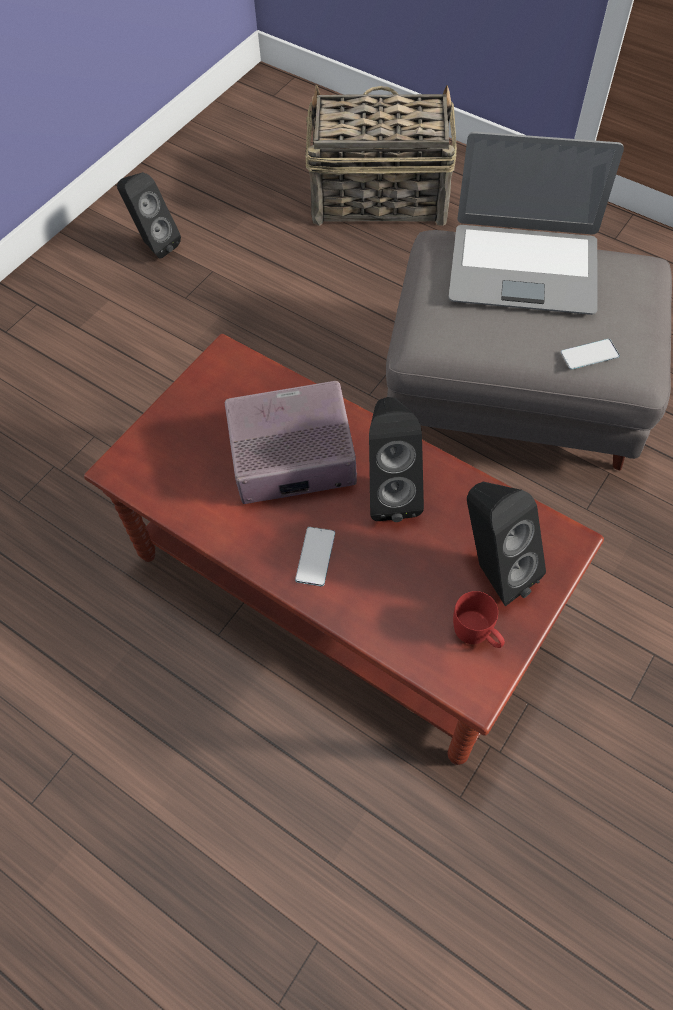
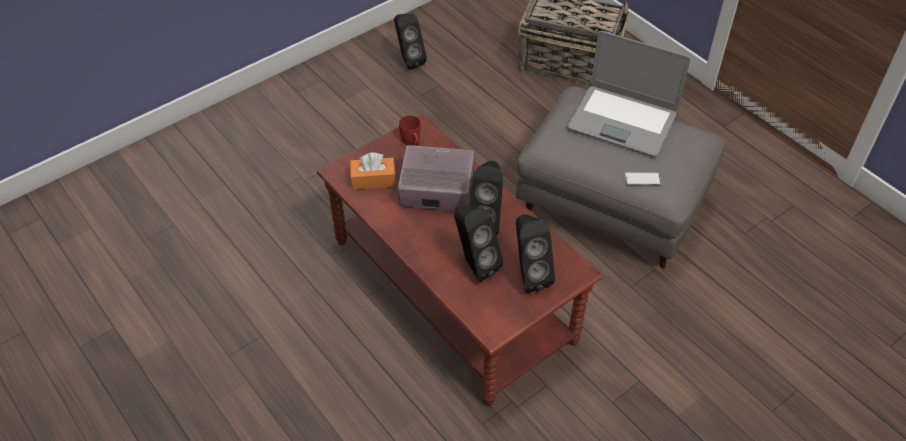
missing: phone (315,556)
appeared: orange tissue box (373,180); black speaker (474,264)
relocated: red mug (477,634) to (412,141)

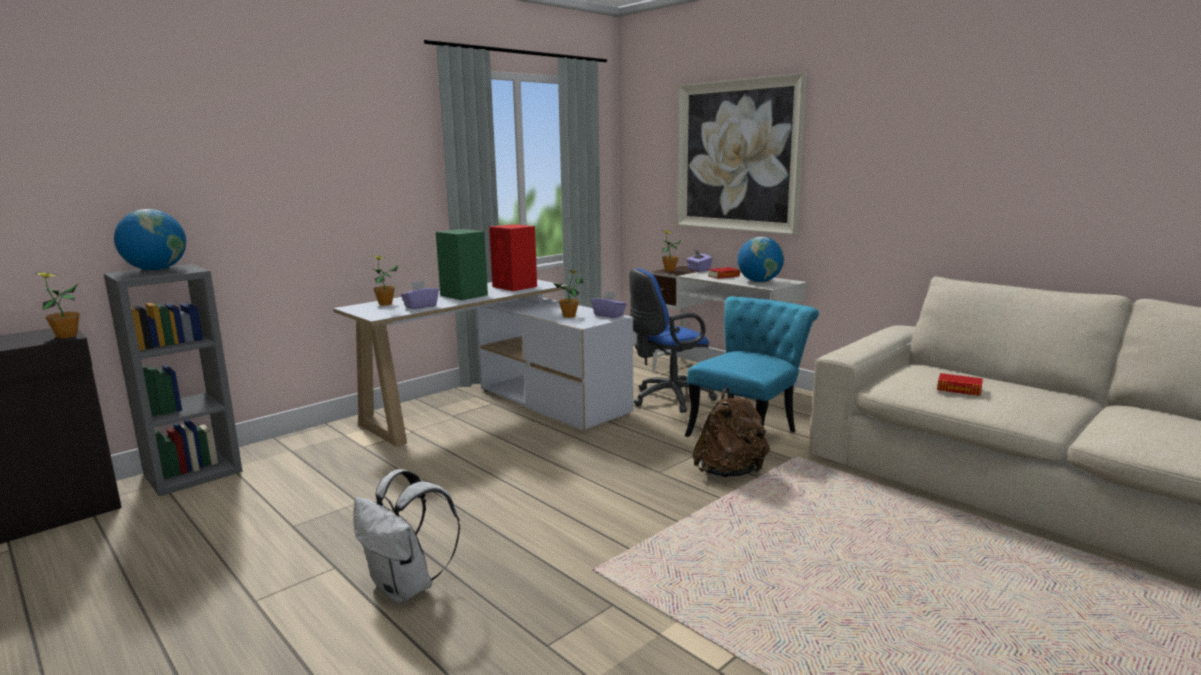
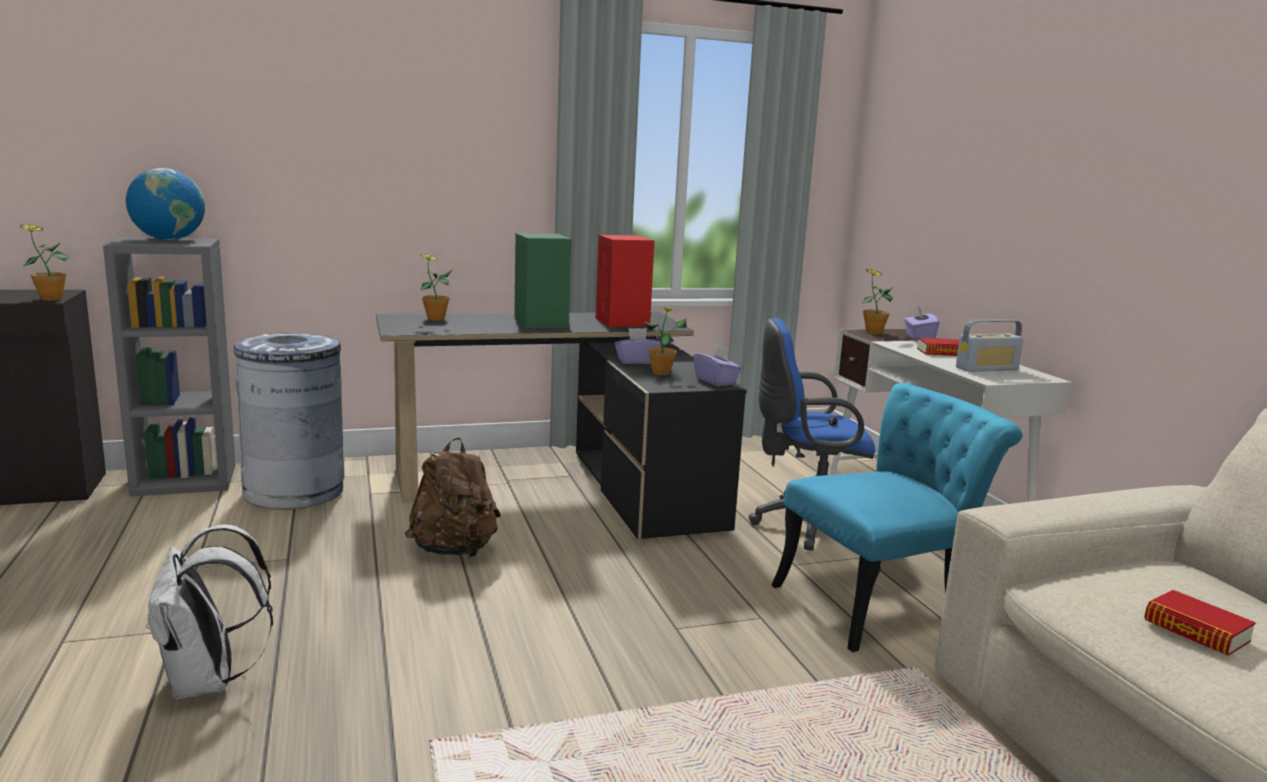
missing: picture (737,156)
appeared: grey trash can (294,491)
relocated: purple tissue box (420,306) to (636,361); brown backpack (730,473) to (455,551)
exchanged: globe (759,281) to radio (986,369)
colour: white desk (498,409) to black desk (567,484)

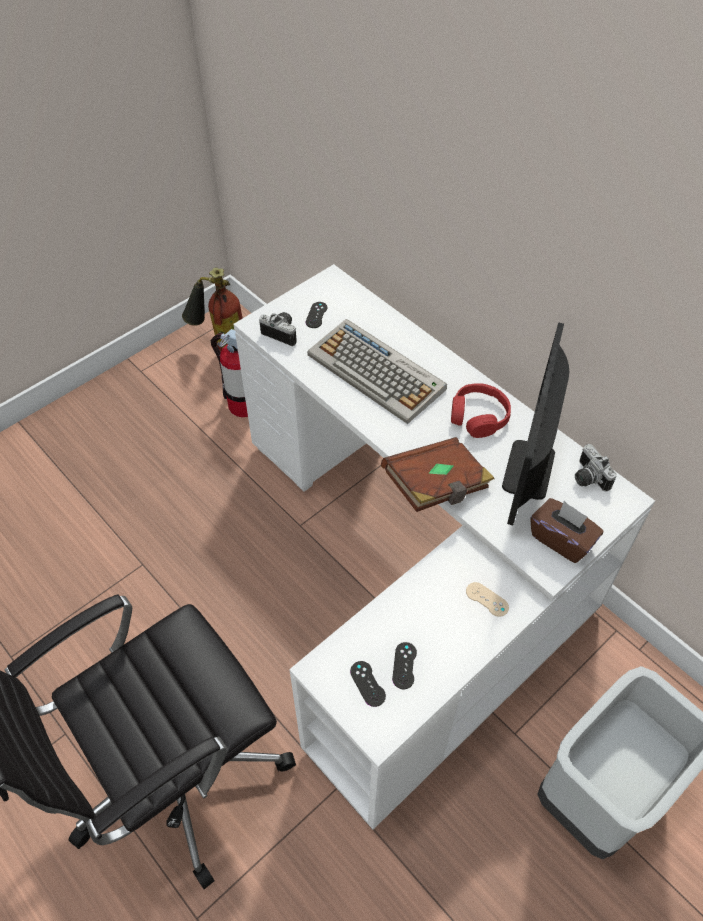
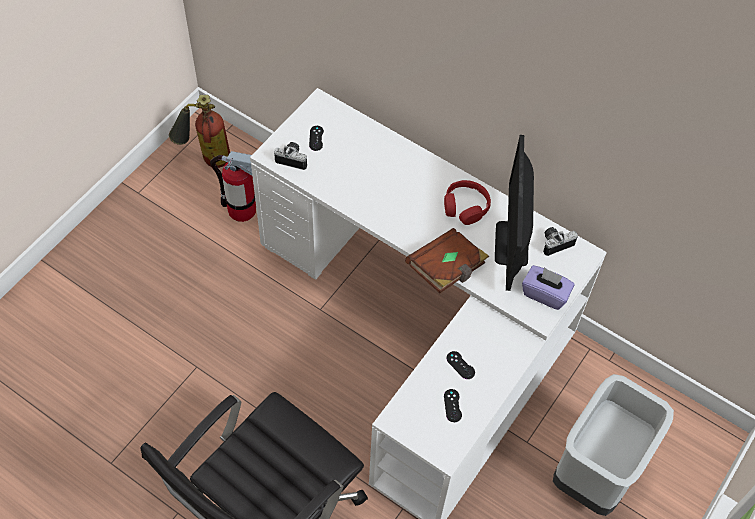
missing: keyboard (377,372); beige game controller (487,599)
relocated: black game controller (367,683) to (460,365)
colour: brown tissue box (561,539) to purple tissue box (545,294)
spun: photo camera (587,477) = (555,242) 105 degrees clockwise

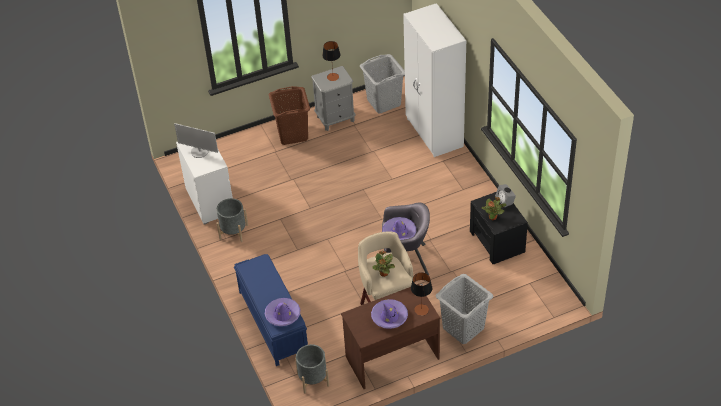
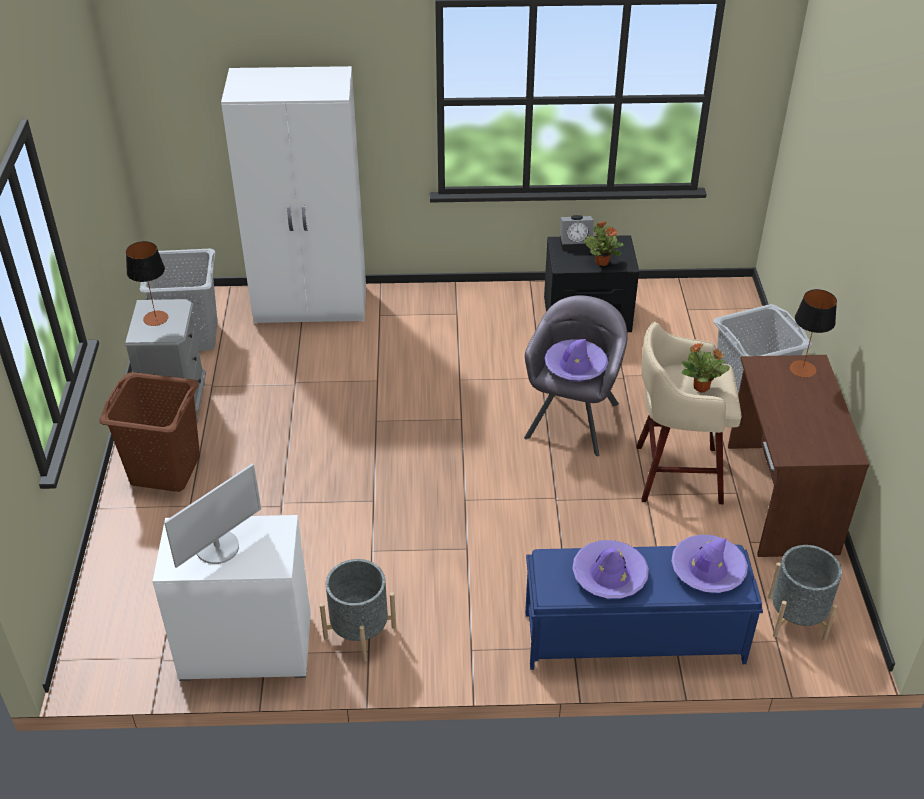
relocated: purple hat (389,317) to (609,575)

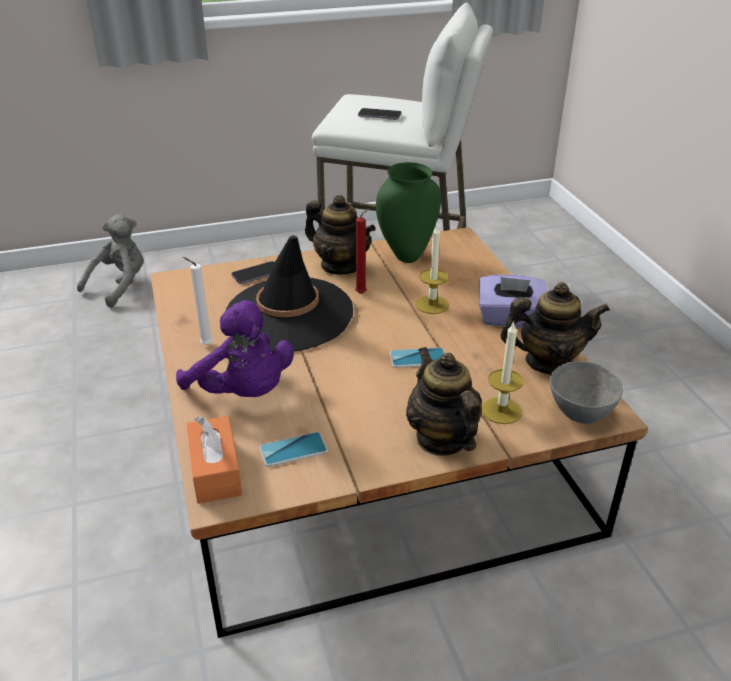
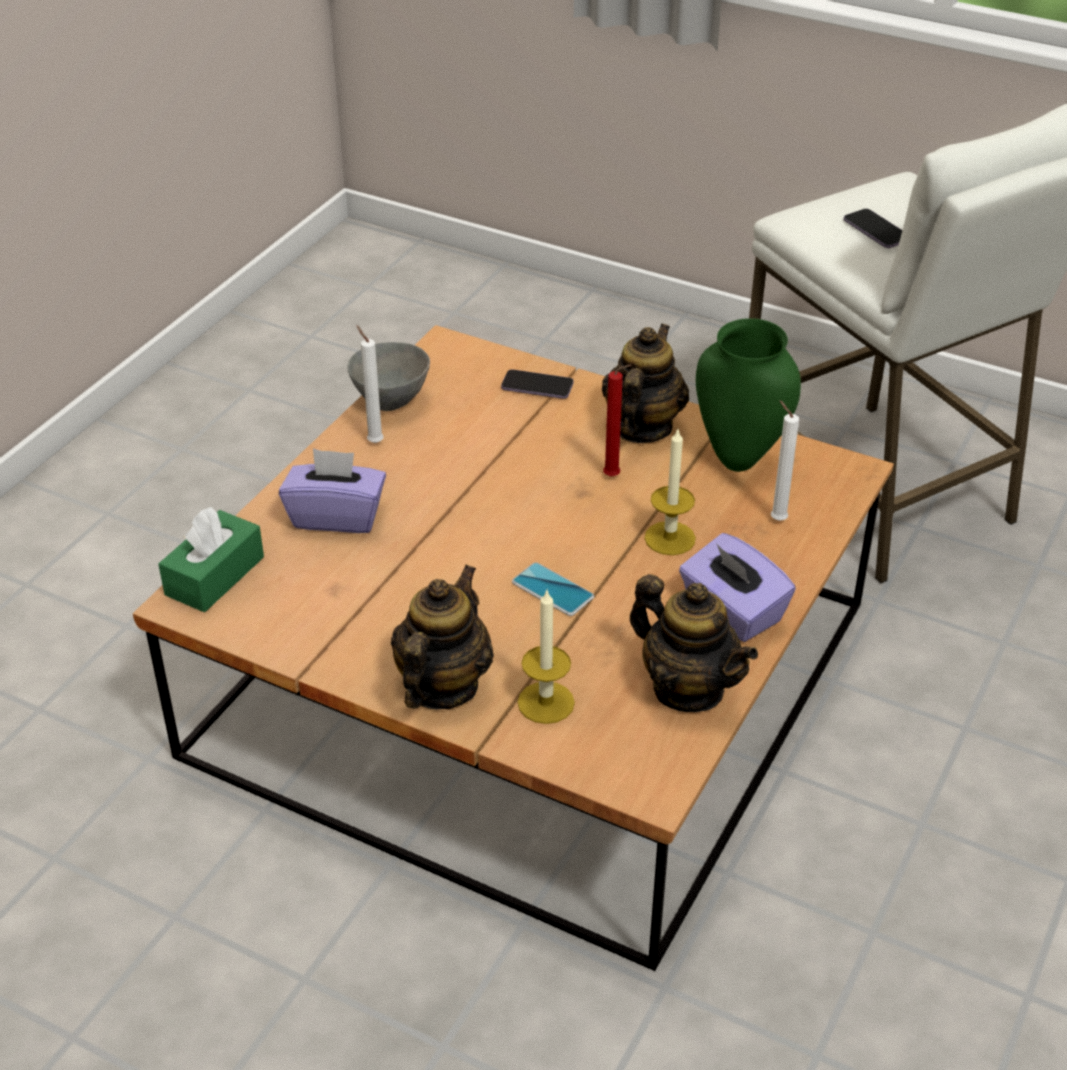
missing: grey plush toy (120,286); black hat (288,314); phone (293,450)
appeared: white candle (776,519)
relocated: grey bowl (579,414) to (391,401)
exchanged: purple plush toy (243,393) to purple tissue box (337,516)
colour: orange tissue box (215,471) to green tissue box (215,576)
spun: teapot (340,266) = (642,428) 150 degrees counterclockwise

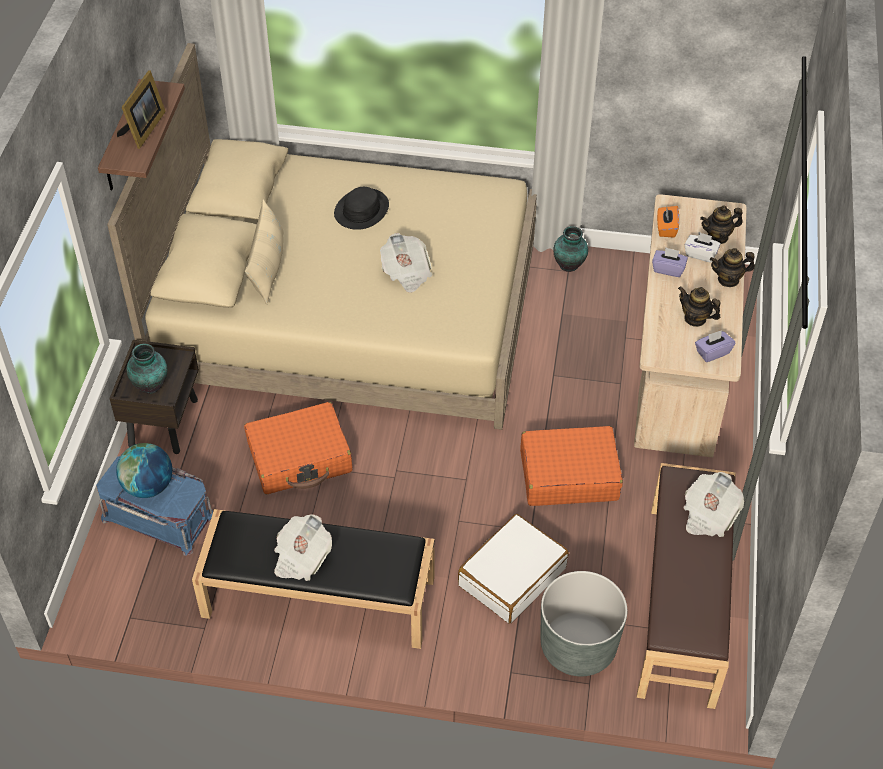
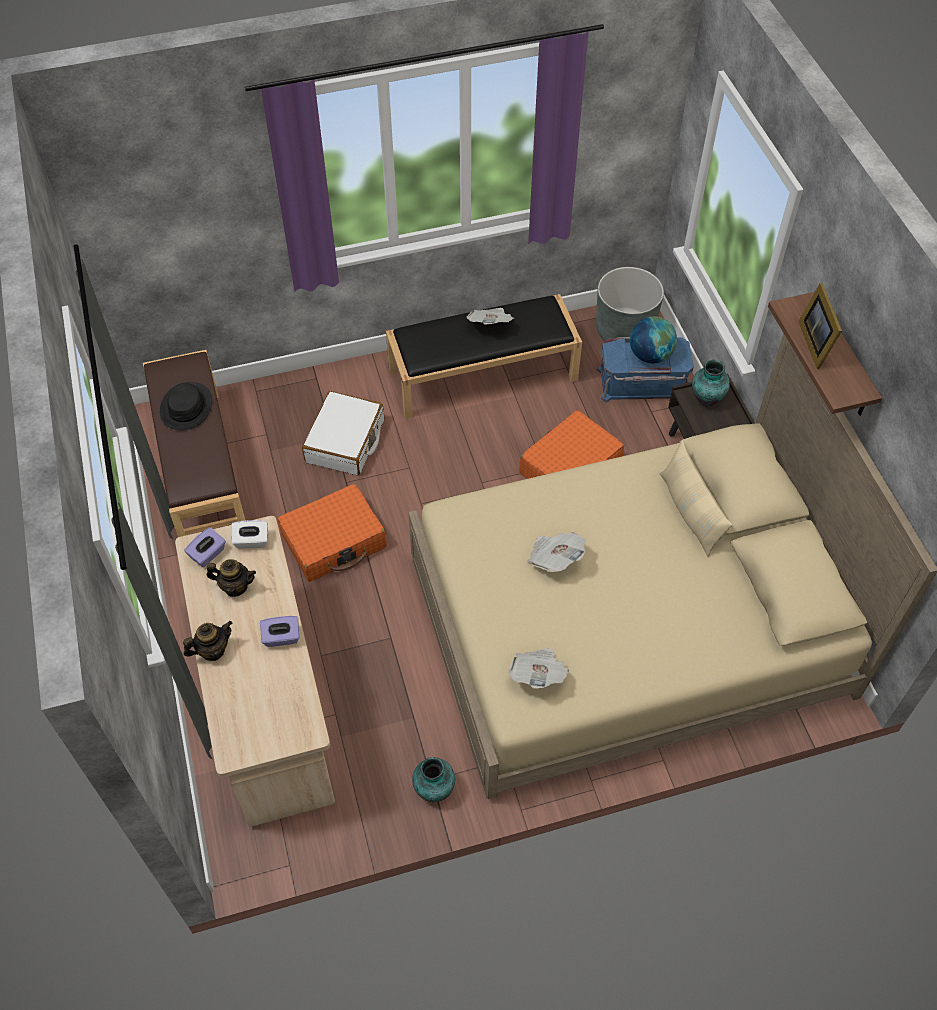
missing: orange tissue box (666,228); teapot (718,237)
relocated: black hat (361,210) to (186,407); grey planter (578,646) to (624,331); newspaper (708,515) to (538,674); white tissue box (700,254) to (251,541)

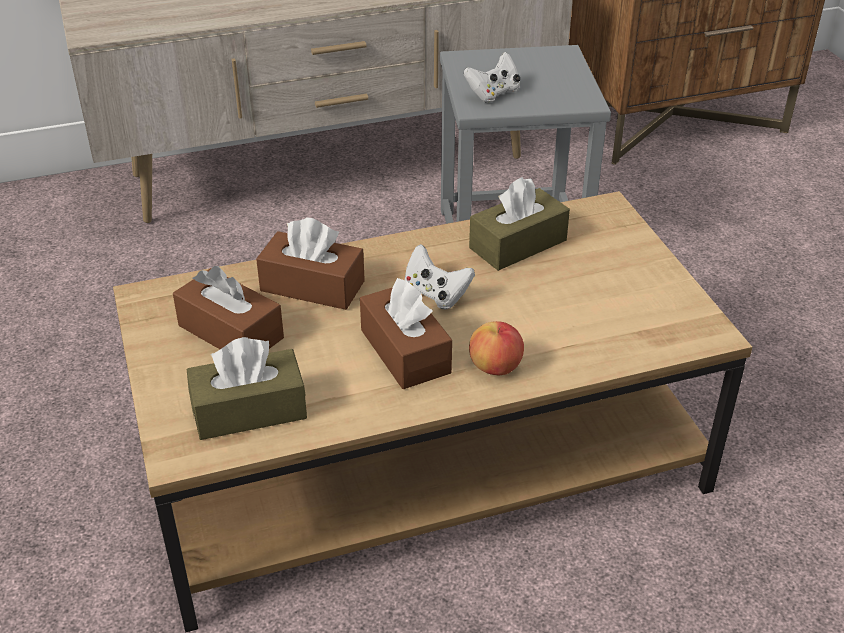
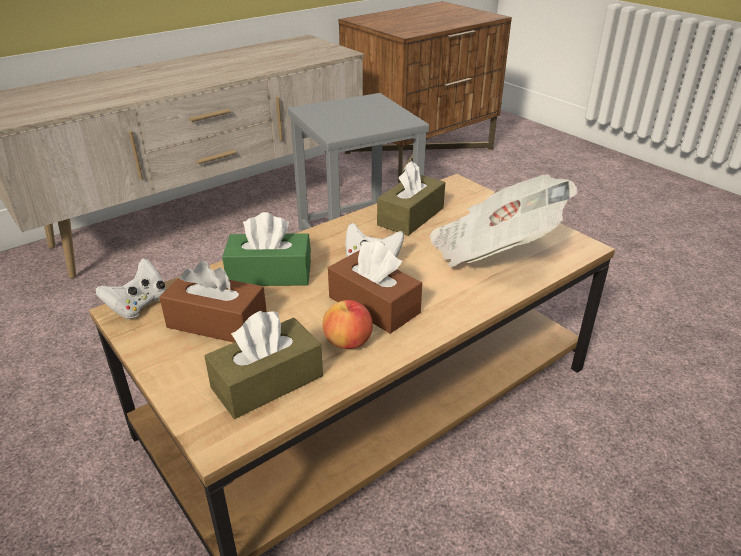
appeared: newspaper (493,250)
relocated: white game controller (493,93) to (138,305); apple (495,367) to (348,342)
colour: brown tissue box (312,286) to green tissue box (270,274)

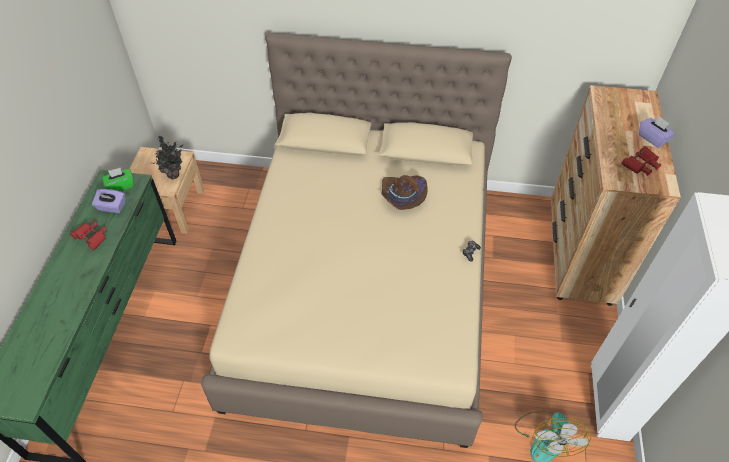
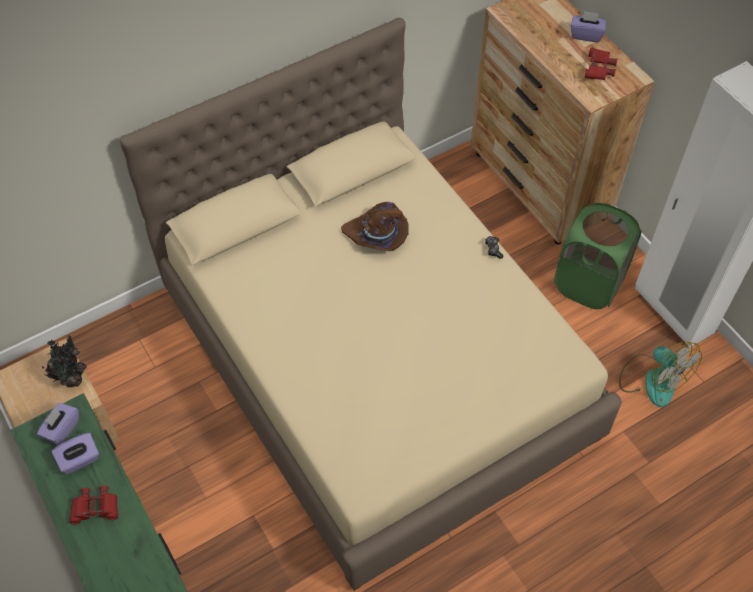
appeared: green laundry basket (588,283)
colour: green tissue box (121,186) to purple tissue box (61,429)

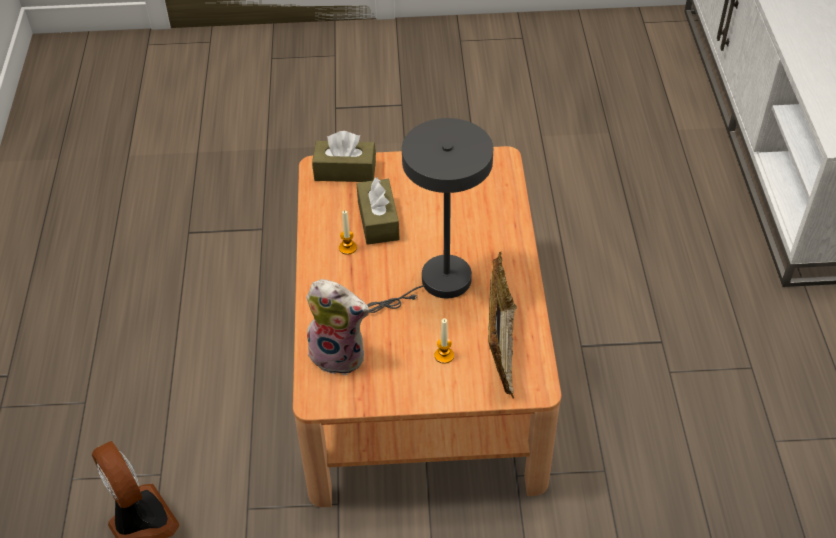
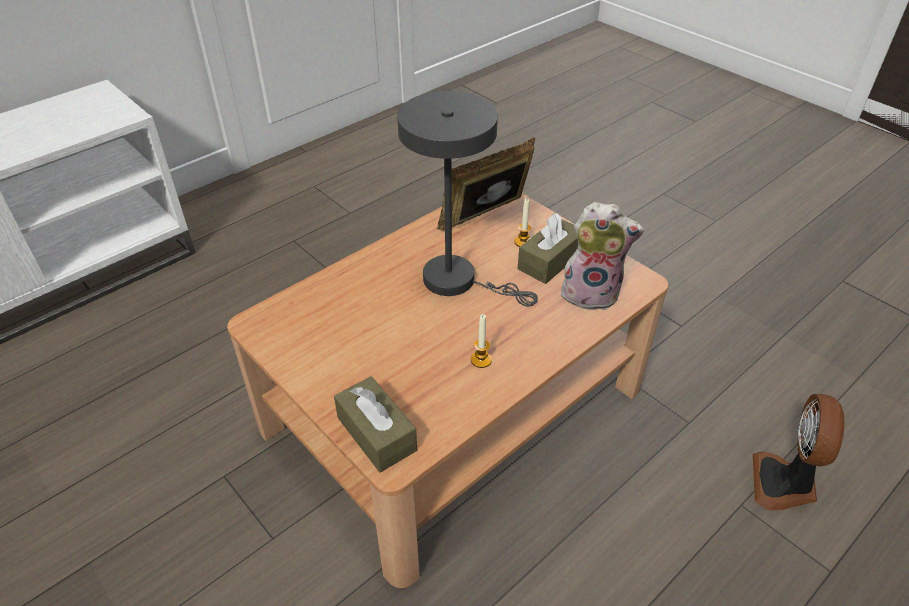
relocated: brown tissue box (378,220) to (550,261)
spun: plush toy (340,354) = (591,293) 120 degrees clockwise

